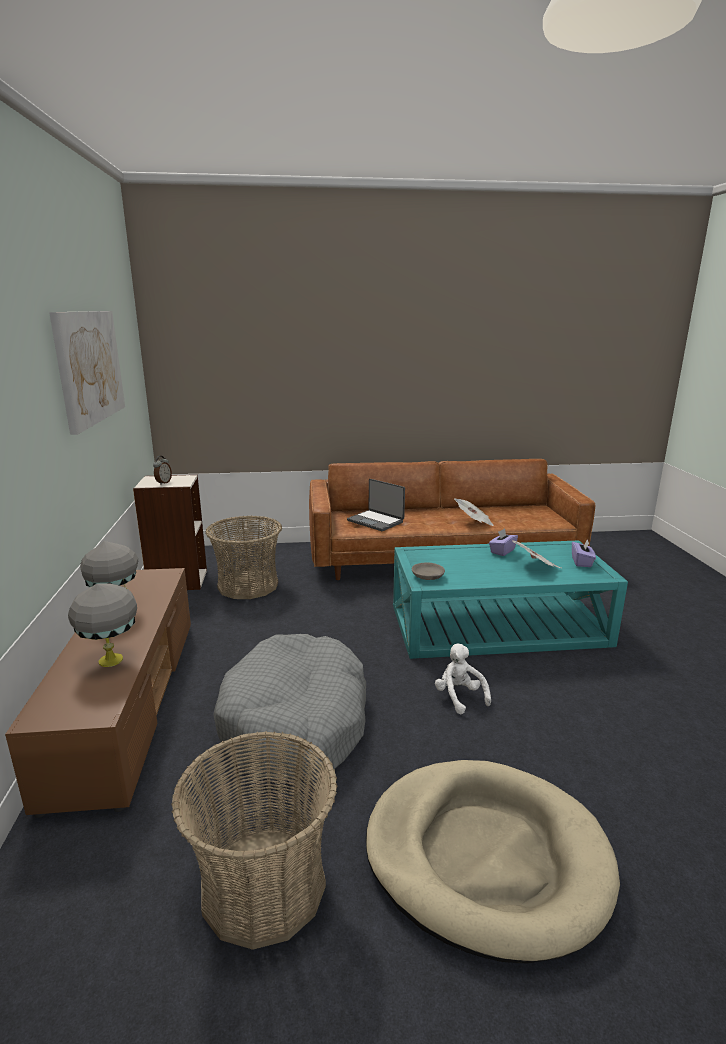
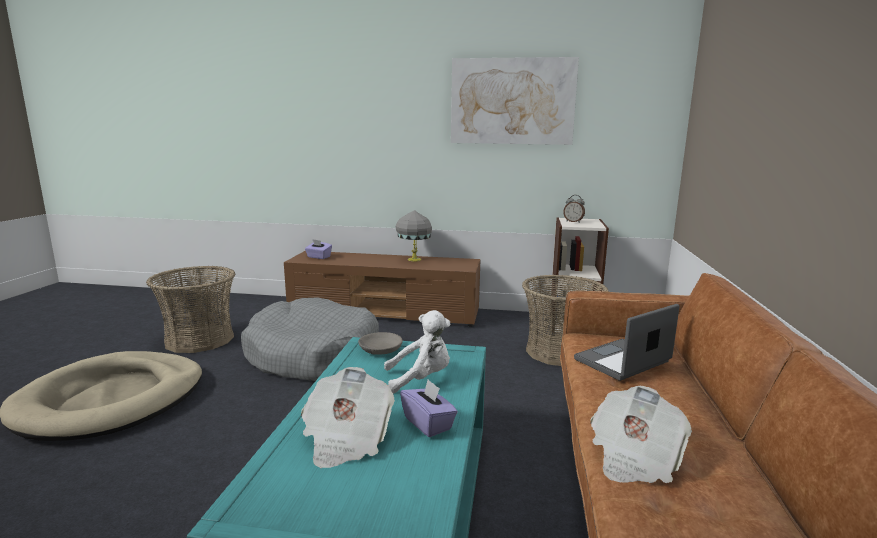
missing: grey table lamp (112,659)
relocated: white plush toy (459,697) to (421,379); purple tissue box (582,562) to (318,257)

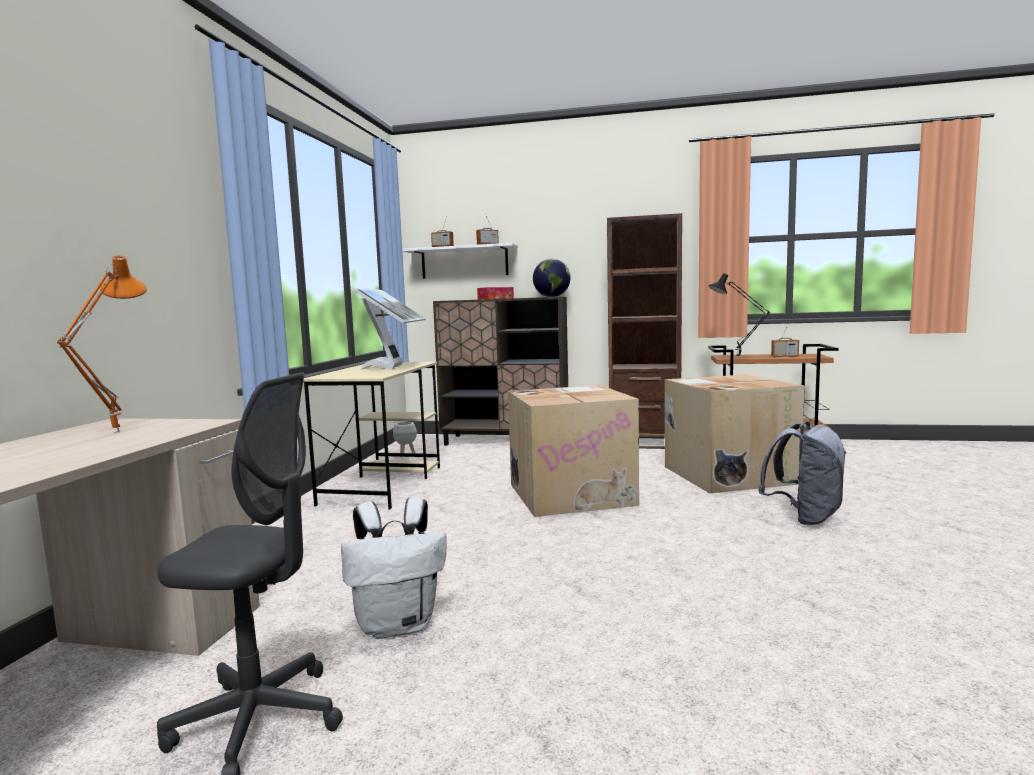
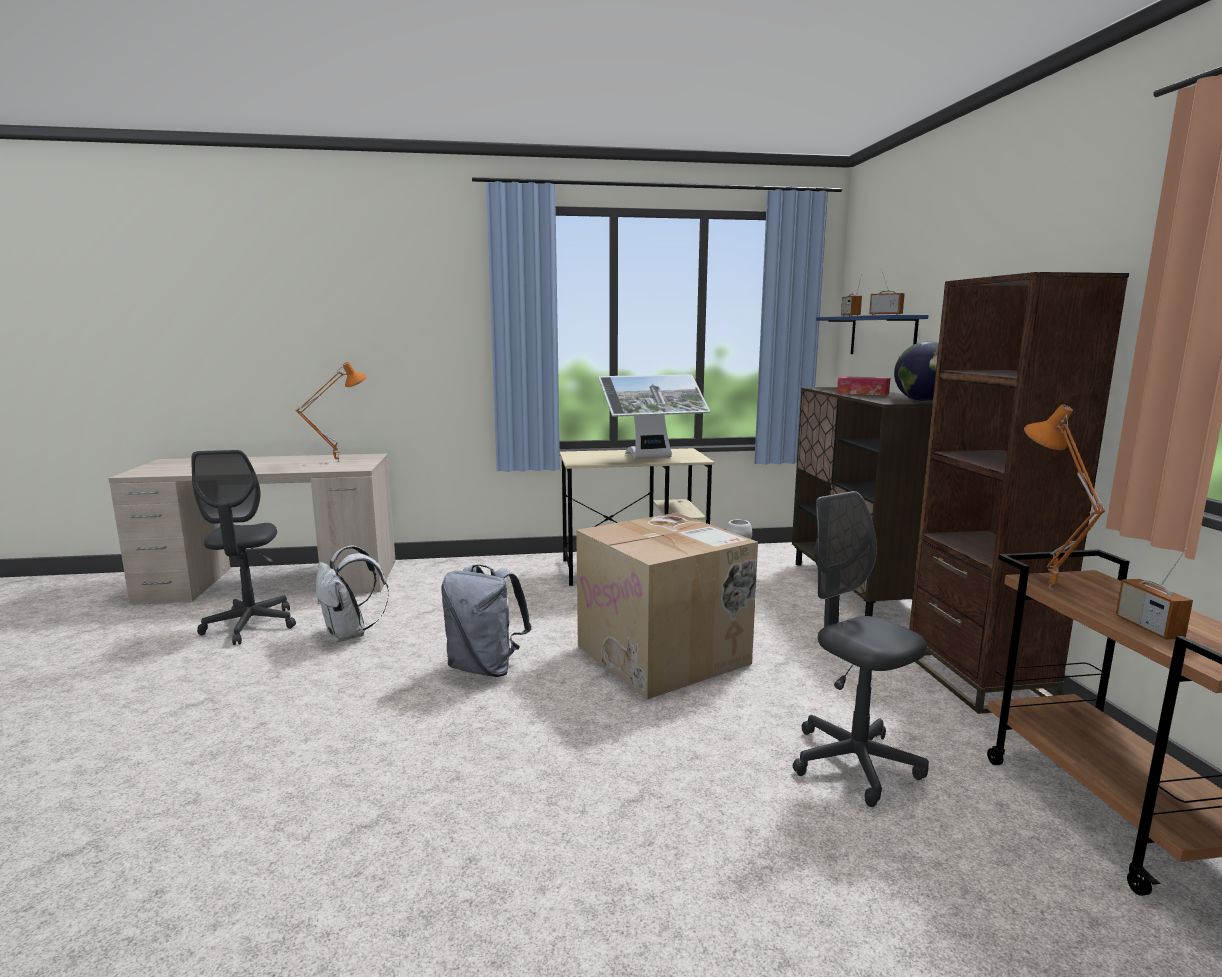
relocated: grey backpack (805,517) to (485,668)
exchanged: cardboard box (726,474) to grey office chair (854,763)
colour: white shelf (464,262) to blue shelf (882,336); black table lamp (737,358) to orange table lamp (1047,588)

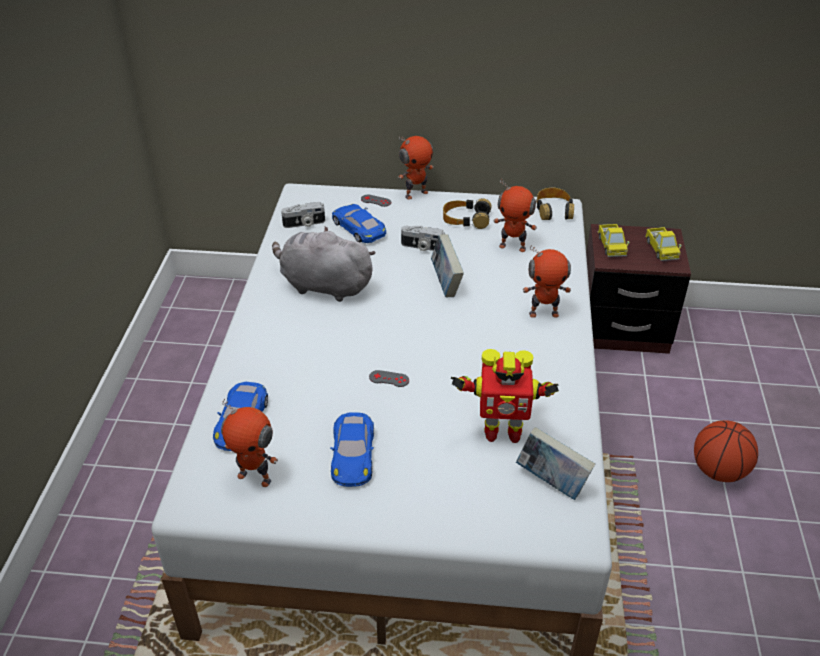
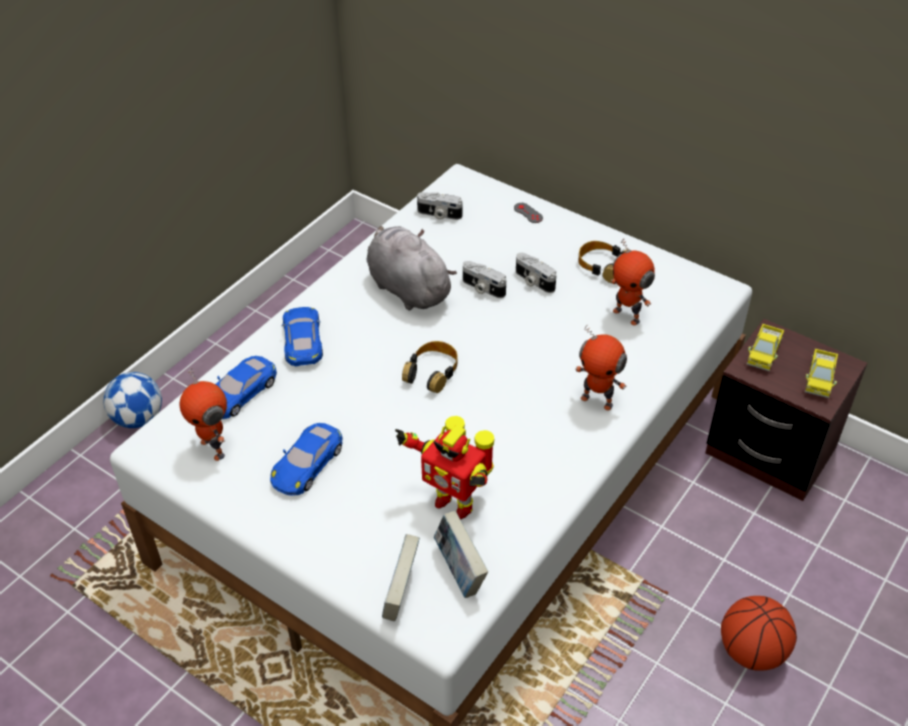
missing: grey game controller (389,379); toy robot (415,194)
appeared: football (138,418); photo camera (482,288)
relocated: blue toy car (358,228) to (303,340); book (446,283) to (401,594); headphones (554,210) to (432,371)

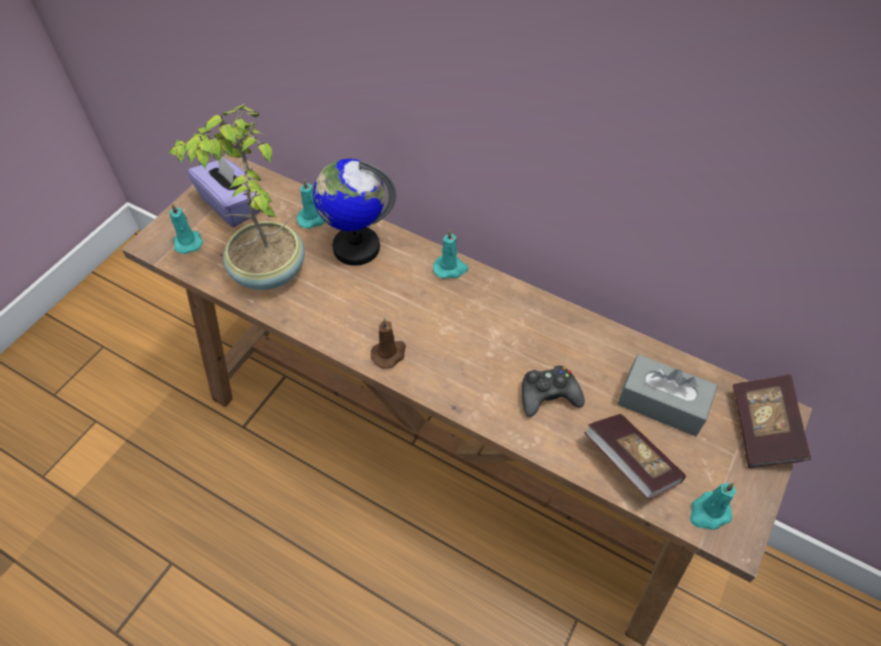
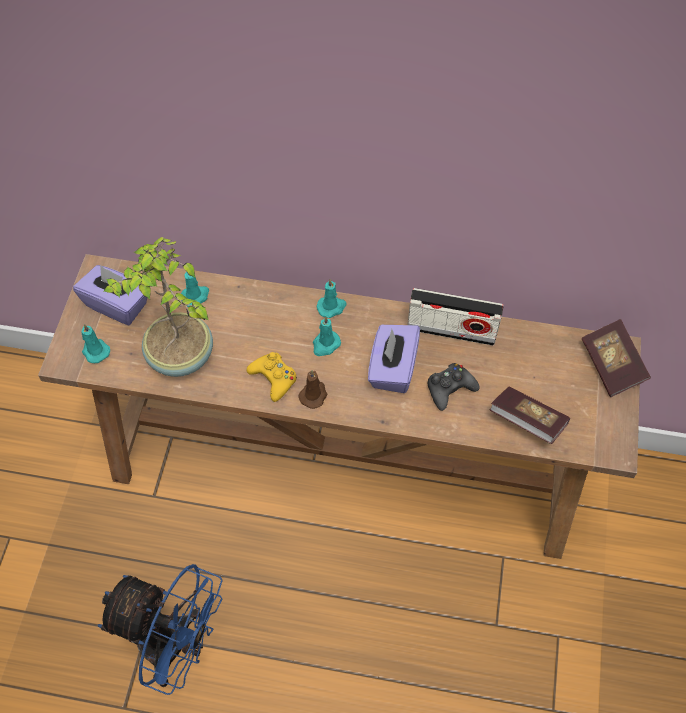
missing: globe (356,247); grey tissue box (662,403)
appeared: blue fan (175,646); yellow game controller (274,378); purple tissue box (392,368); radio (451,330)
relocated: turquoise candle (708,513) to (325,345)

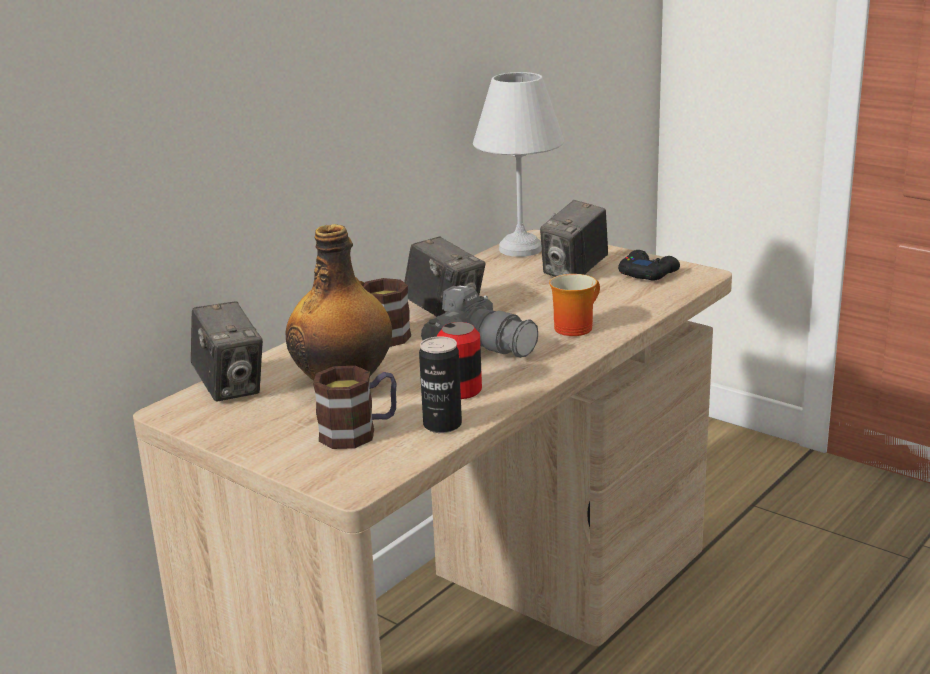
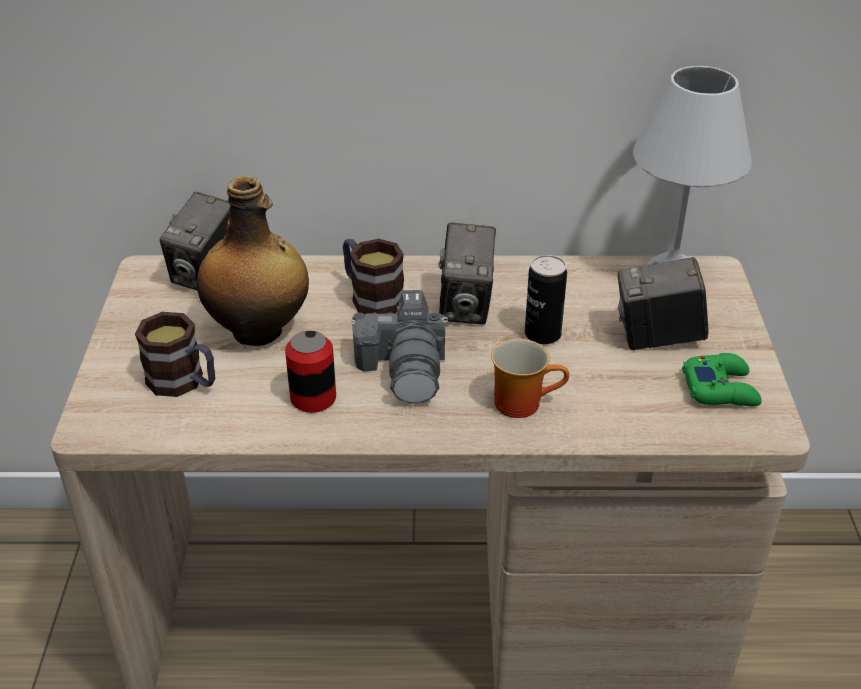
relocated: can (442,425) to (542,334)
colour: black game controller (648,273) to green game controller (720,388)

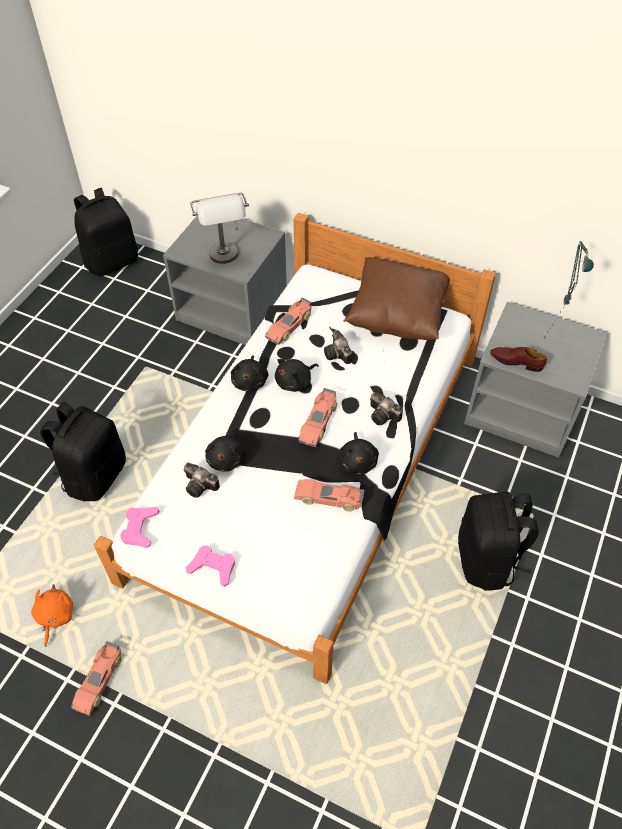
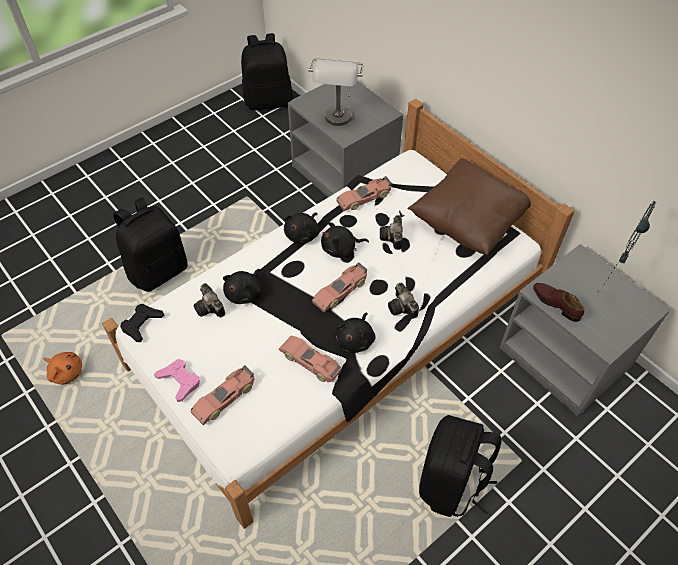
relocated: toy car (99,680) to (224,398)
colour: pink game controller (140,528) to black game controller (142,324)
spun: orange plush toy (55,617) = (66,372) 90 degrees clockwise

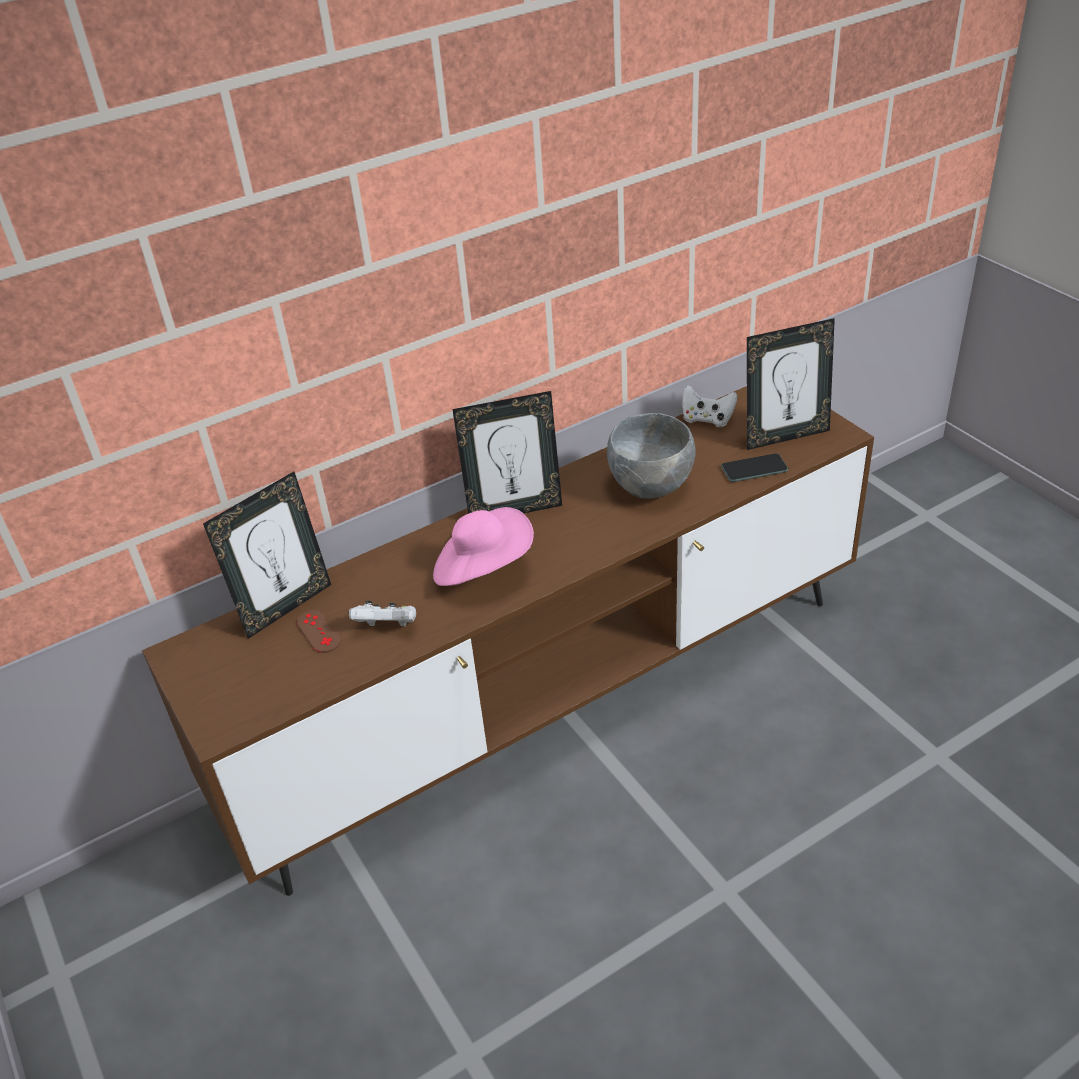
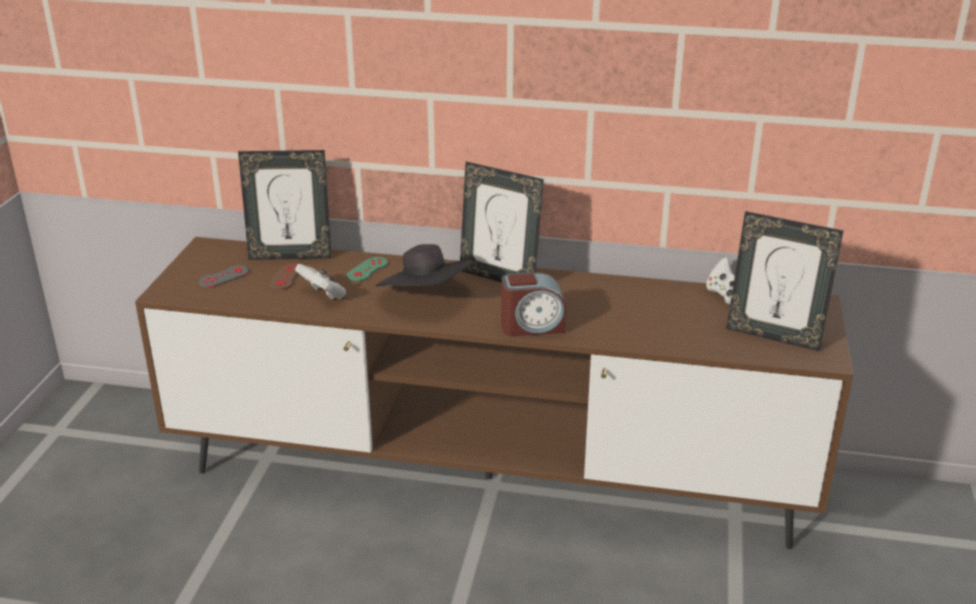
missing: grey bowl (651,485); phone (754,469)
appeared: grey game controller (224,277); green game controller (367,269); alarm clock (532,326)
colour: pink hat (483,568) to black hat (426,297)

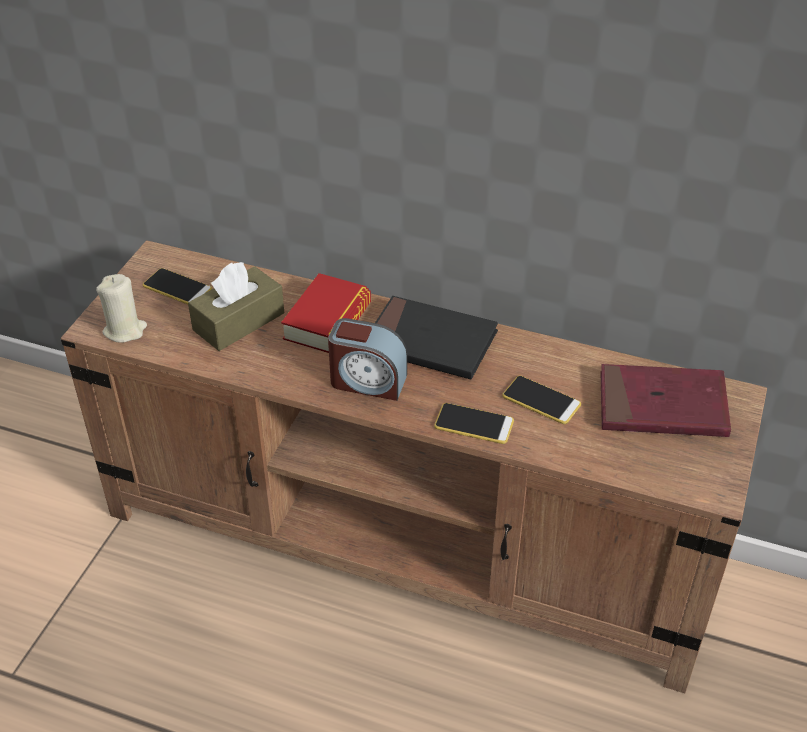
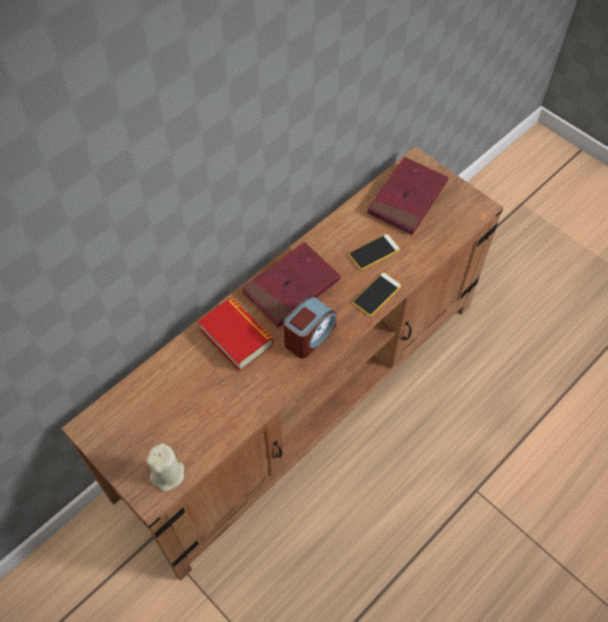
missing: phone (177,288); brown tissue box (238,321)
colour: black book (430,343) to red book (291,287)

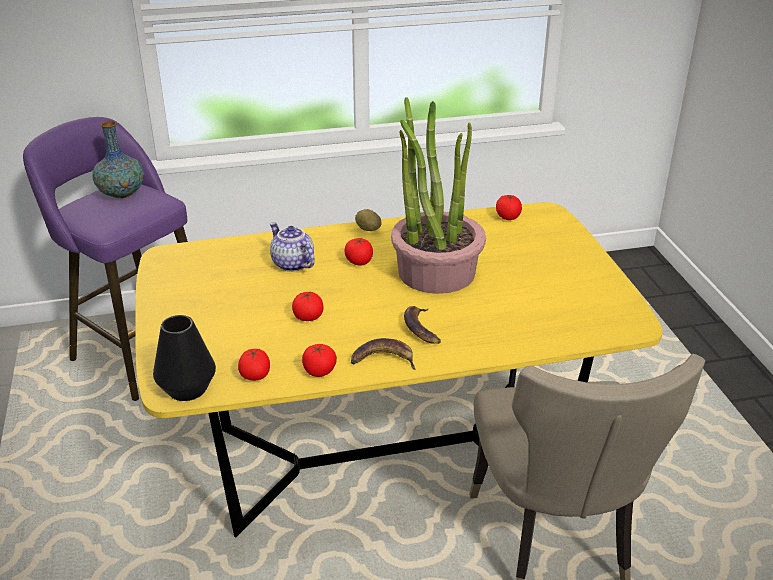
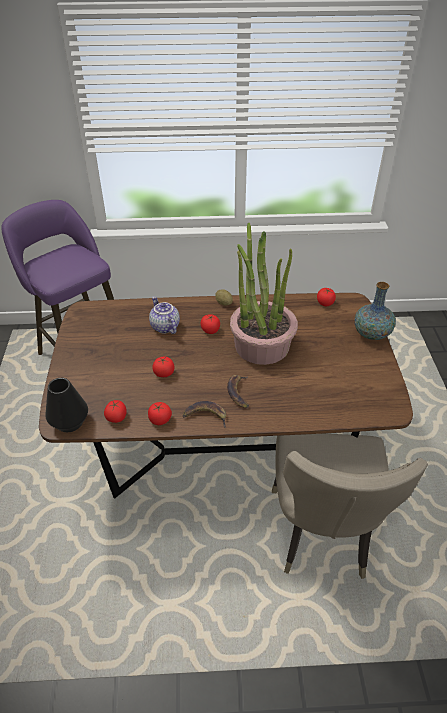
relocated: vase (122,193) to (371,334)
colour: yellow dining table (387,454) to brown dining table (224,451)

